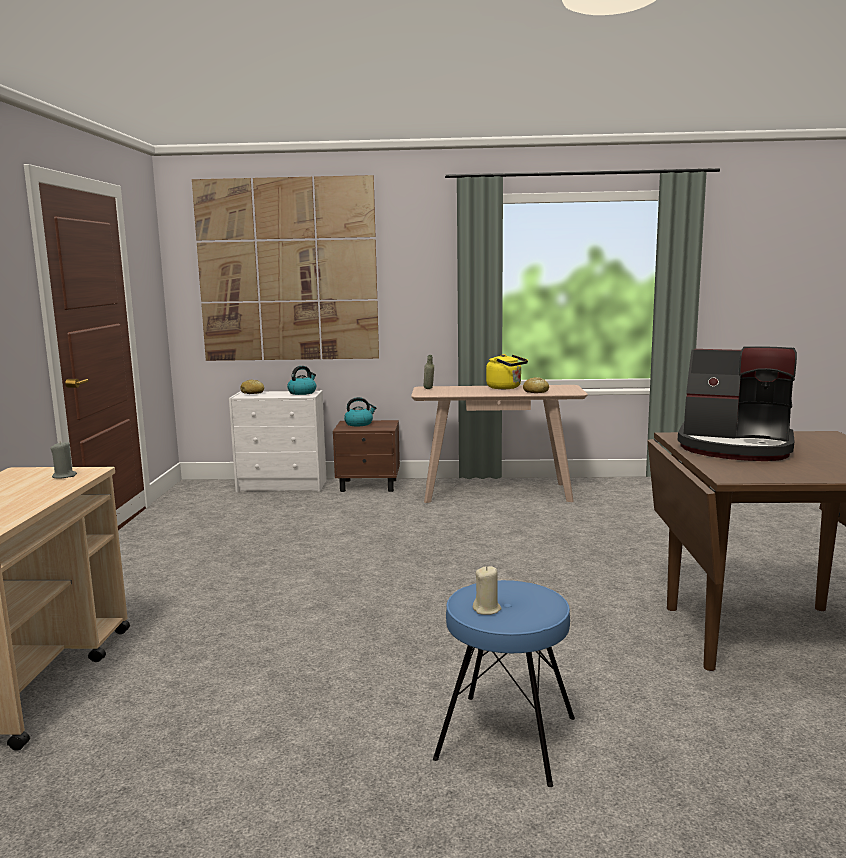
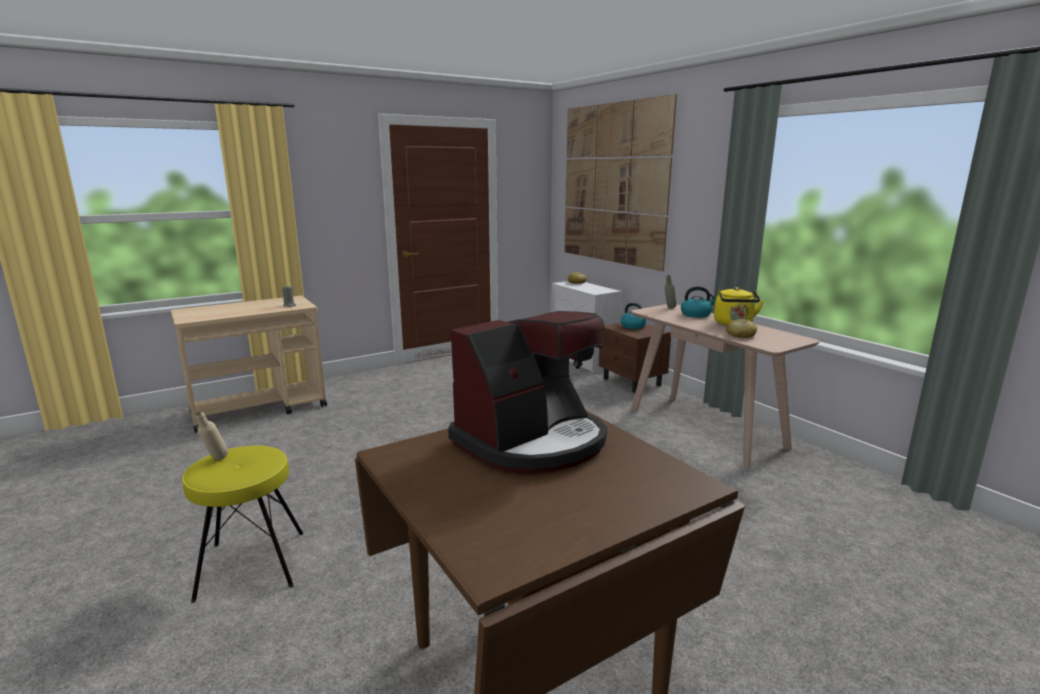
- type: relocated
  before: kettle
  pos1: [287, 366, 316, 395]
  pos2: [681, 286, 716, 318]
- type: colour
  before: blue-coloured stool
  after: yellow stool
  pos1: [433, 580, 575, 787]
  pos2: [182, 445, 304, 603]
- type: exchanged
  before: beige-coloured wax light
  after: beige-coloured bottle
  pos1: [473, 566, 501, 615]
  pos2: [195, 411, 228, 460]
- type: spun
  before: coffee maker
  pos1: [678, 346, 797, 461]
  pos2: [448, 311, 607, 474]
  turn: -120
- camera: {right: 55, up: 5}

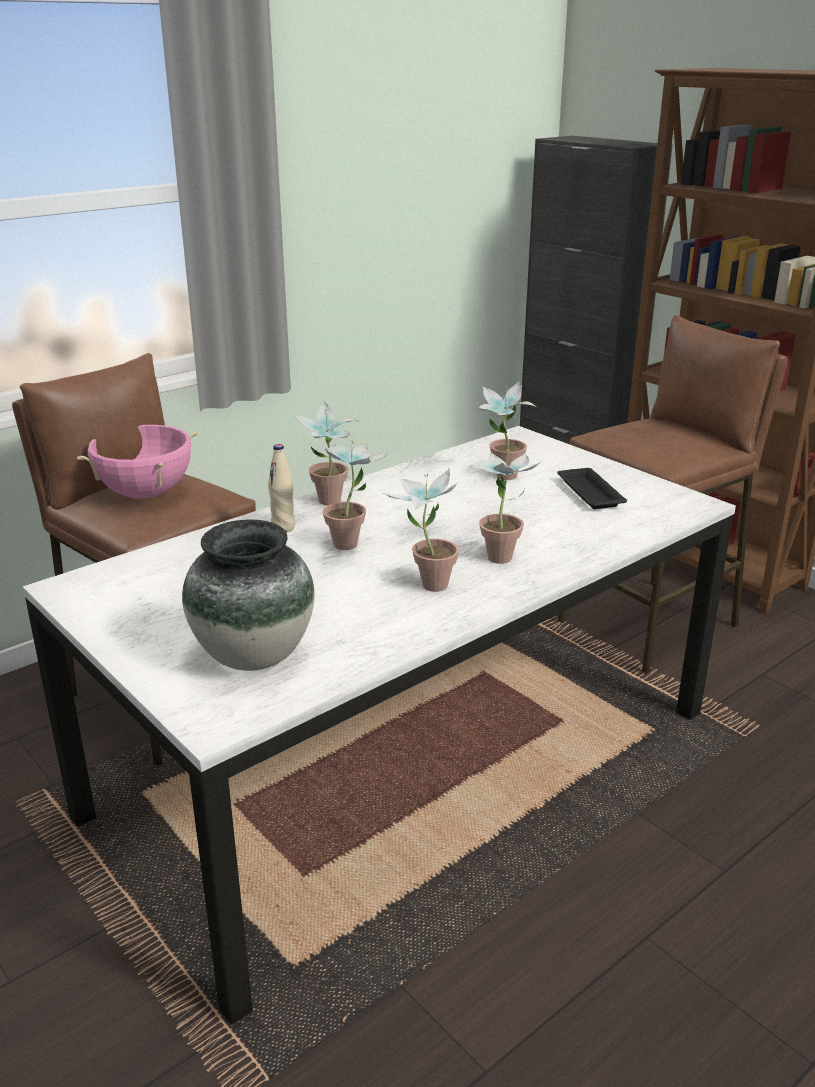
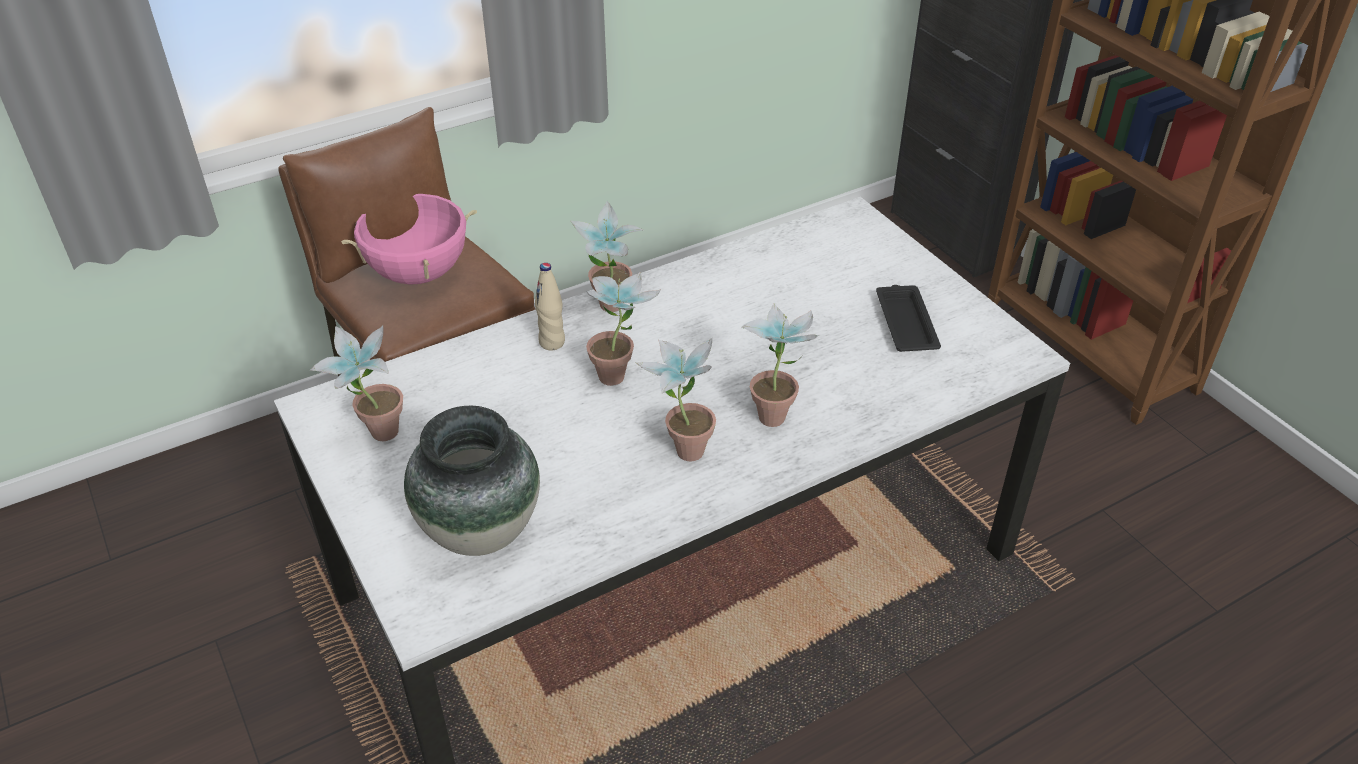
- type: relocated
  before: potted plant
  pos1: [479, 381, 536, 480]
  pos2: [310, 325, 403, 441]
- type: missing
  before: brown stool
  pos1: [558, 315, 788, 674]
- camera: {right: 10, up: 15}

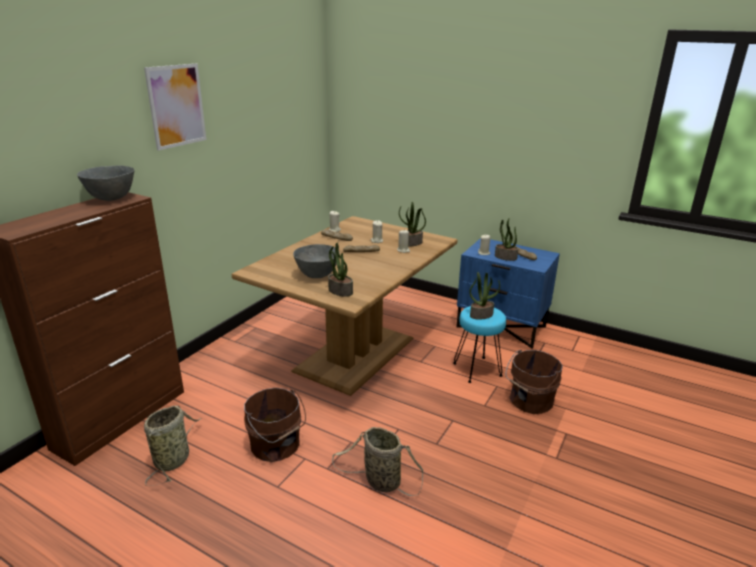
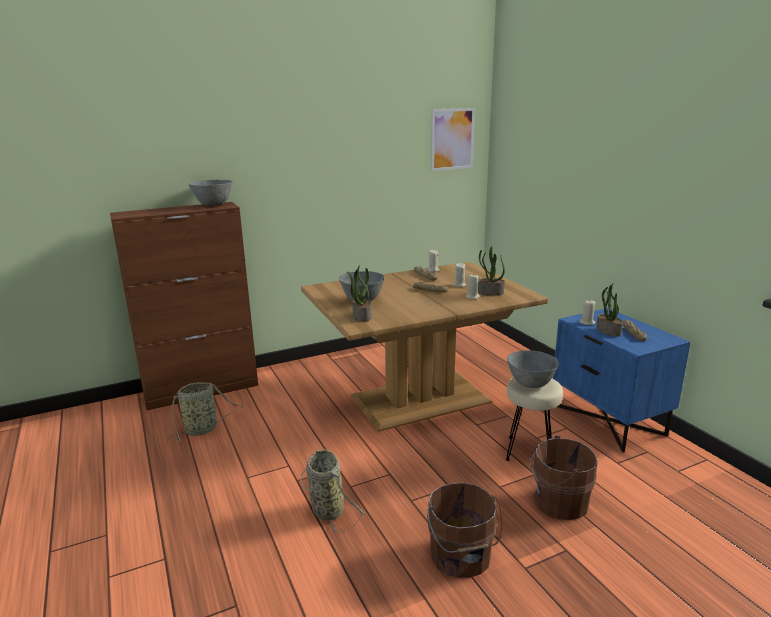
- type: relocated
  before: wall picture
  pos1: [144, 64, 206, 151]
  pos2: [431, 108, 475, 171]
- type: relocated
  before: brown water bucket
  pos1: [244, 388, 306, 462]
  pos2: [427, 483, 502, 578]
- type: colour
  before: turquoise-coloured stool
  after: beige-coloured stool
  pos1: [453, 306, 506, 383]
  pos2: [505, 377, 563, 461]
- type: exchanged
  before: potted plant
  after: gray serving bowl
  pos1: [469, 272, 500, 320]
  pos2: [507, 350, 559, 388]
- camera: {right: 35, up: -5}

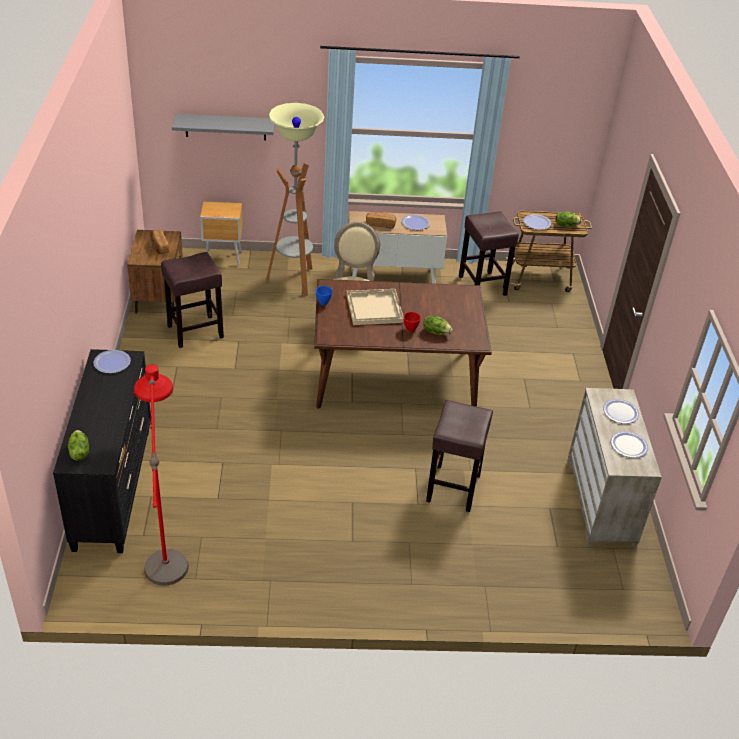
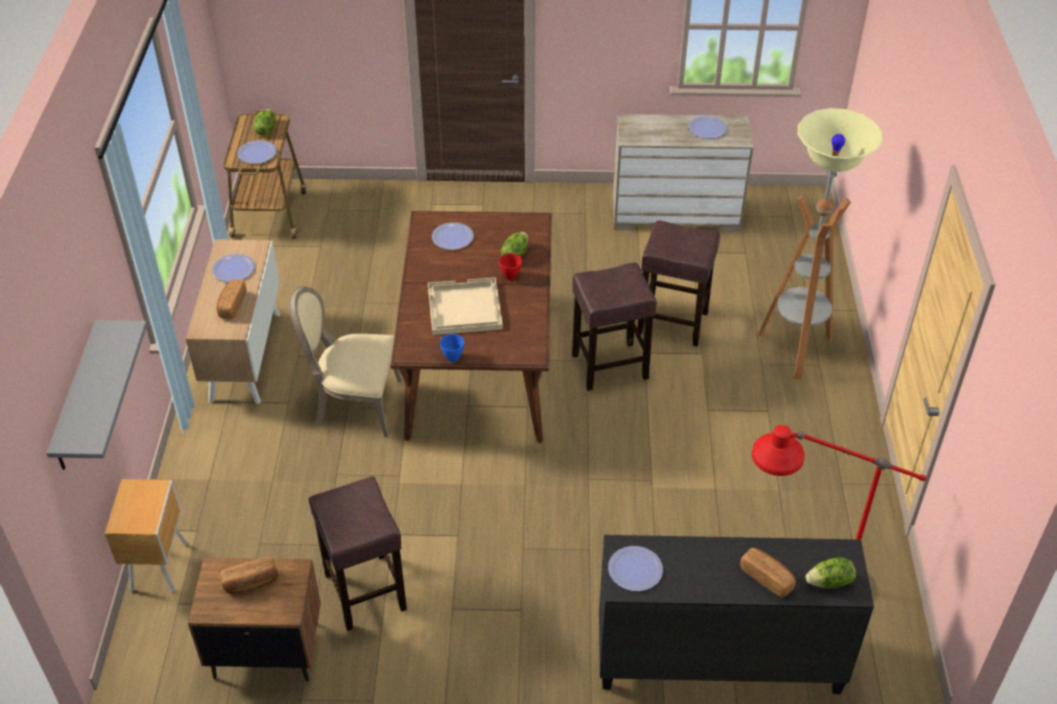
- type: relocated
  before: floor lamp
  pos1: [266, 103, 324, 297]
  pos2: [758, 108, 883, 380]
- type: relocated
  before: brown stool
  pos1: [459, 211, 519, 296]
  pos2: [572, 262, 657, 391]
- type: relocated
  before: dinner plate
  pos1: [603, 399, 639, 424]
  pos2: [432, 222, 474, 250]
- type: appeared
  after: bread
  pos2: [740, 548, 796, 598]
- camera: {right: -85, up: 5}

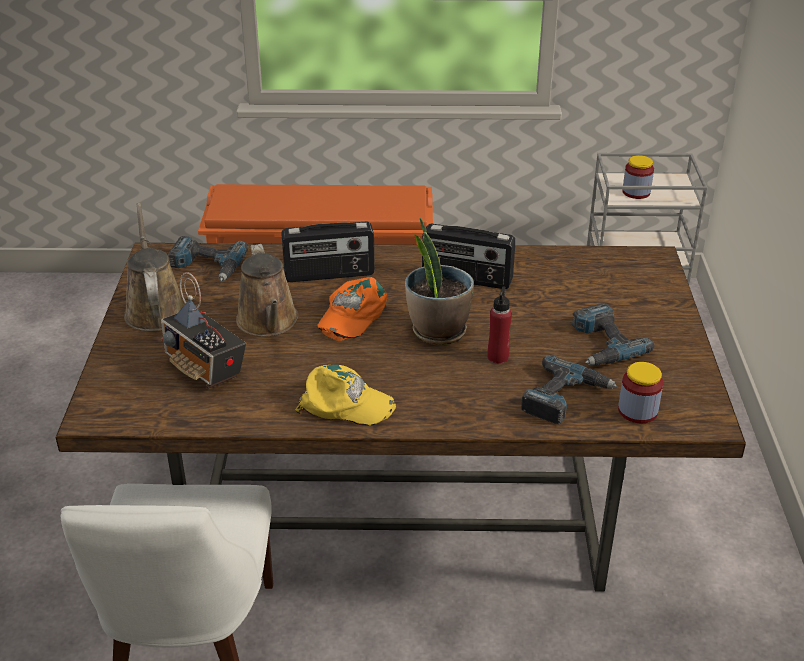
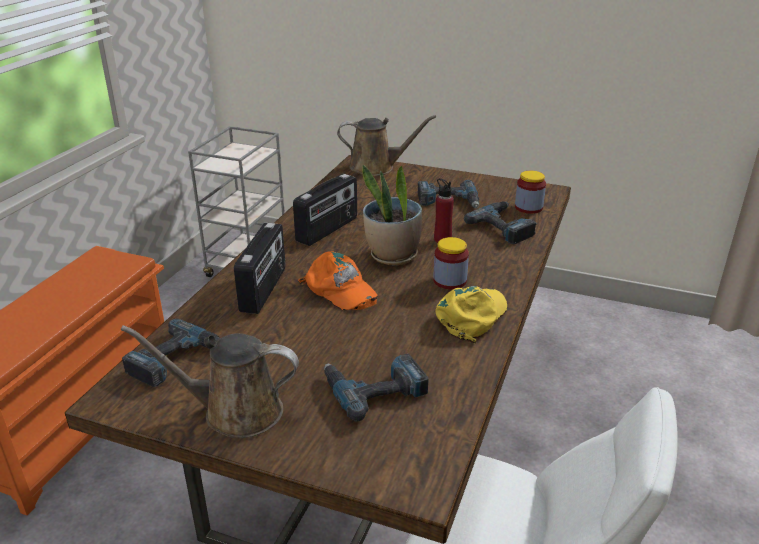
- type: exchanged
  before: radio
  after: electric drill
  pos1: [161, 272, 246, 389]
  pos2: [324, 354, 429, 421]
- type: relocated
  before: brown watering can
  pos1: [236, 244, 298, 337]
  pos2: [337, 115, 436, 176]
- type: relocated
  before: preserve jar
  pos1: [622, 155, 654, 199]
  pos2: [433, 237, 469, 289]
- camera: {right: -70, up: -5}

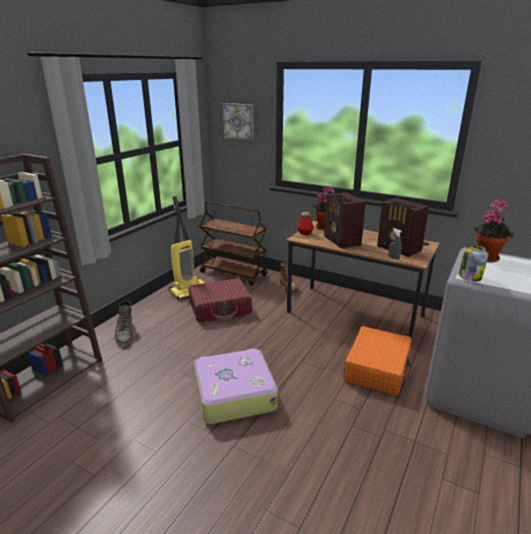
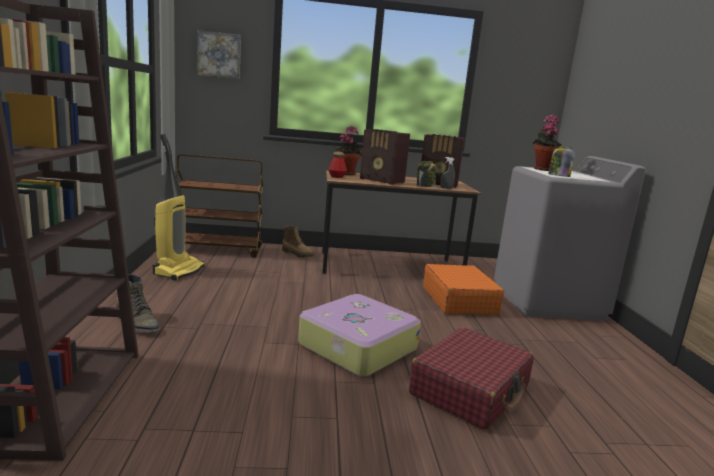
- type: relocated
  before: red suitcase
  pos1: [188, 278, 252, 322]
  pos2: [409, 328, 534, 430]
- type: appeared
  after: preserve jar
  pos2: [417, 161, 436, 187]
- camera: {right: -35, up: -10}

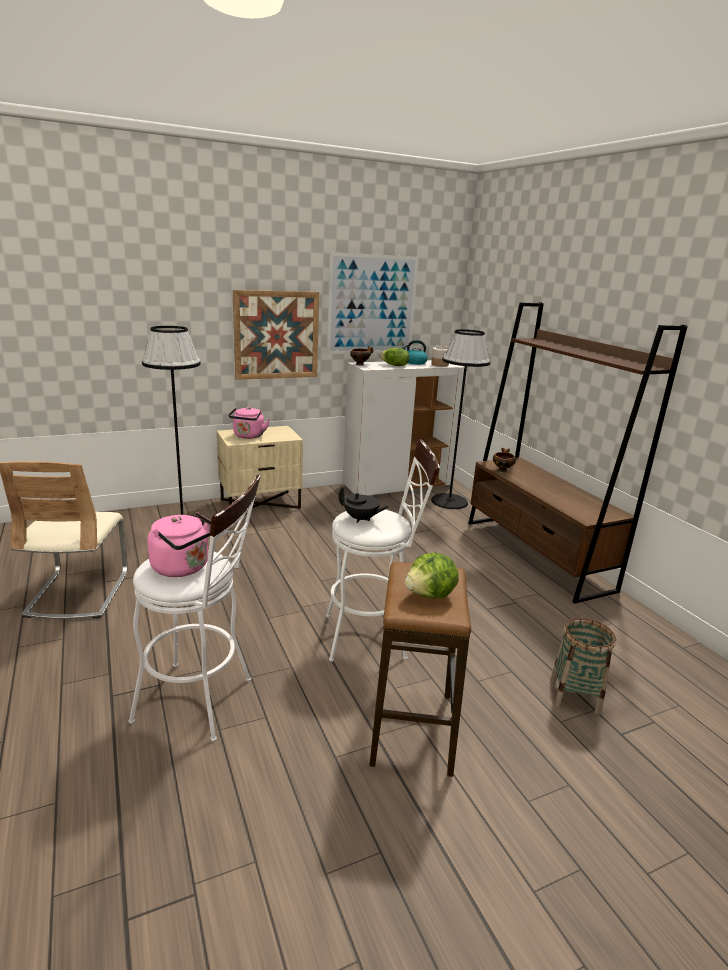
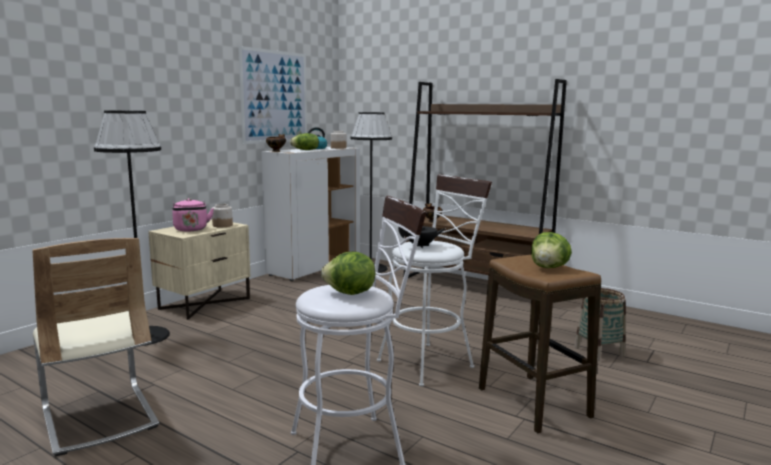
- type: exchanged
  before: pink-coloured kettle
  after: lettuce
  pos1: [147, 512, 211, 577]
  pos2: [321, 252, 376, 295]
- type: missing
  before: wall picture
  pos1: [233, 290, 319, 380]
- type: appeared
  after: preserve jar
  pos2: [212, 204, 233, 227]
- camera: {right: -30, up: -10}

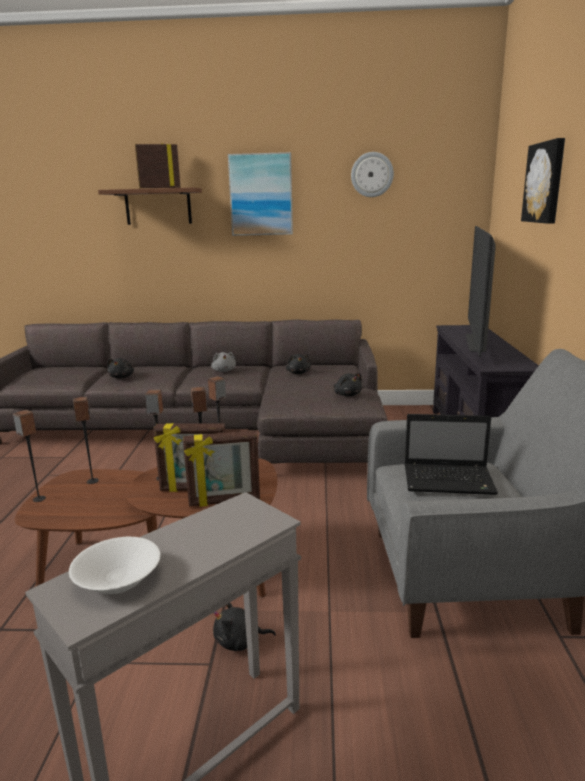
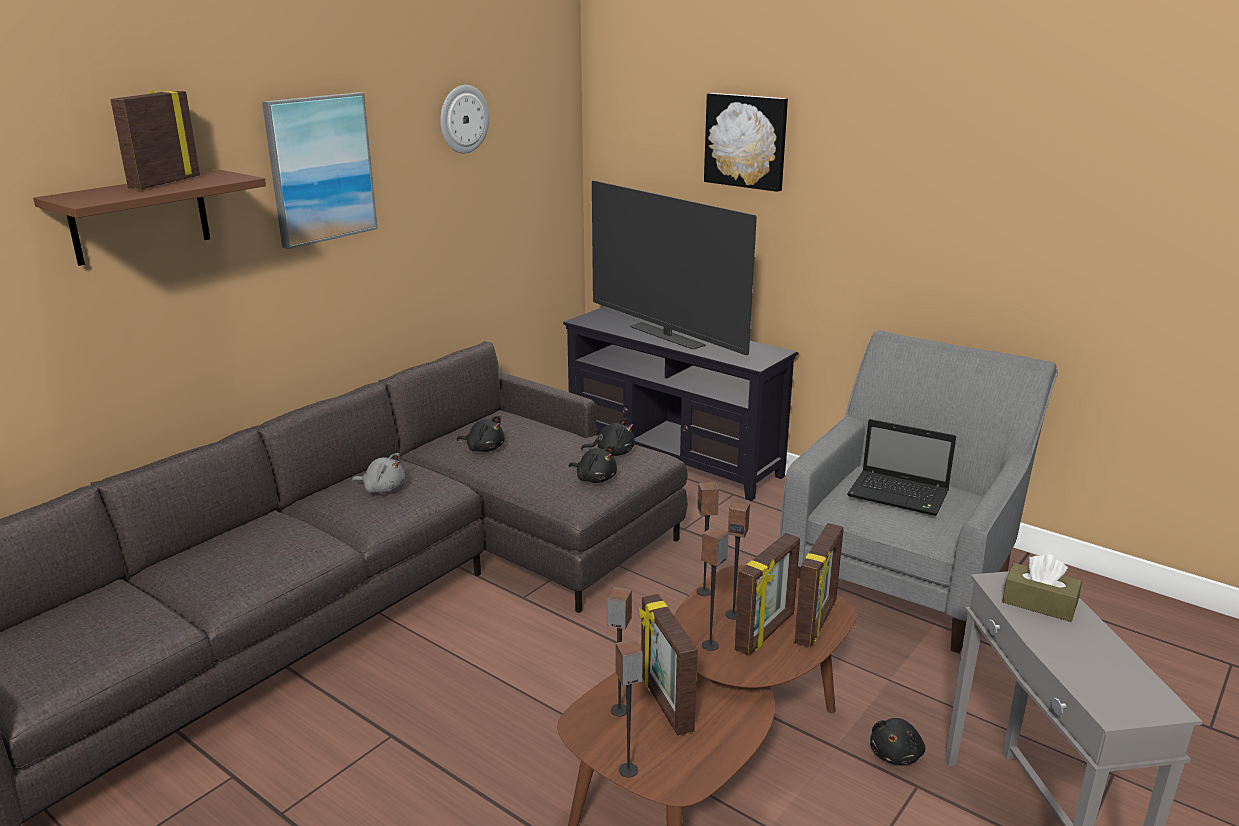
- type: missing
  before: white serving bowl
  pos1: [69, 537, 160, 594]
- type: relocated
  before: blackish cuddly toy
  pos1: [107, 358, 134, 378]
  pos2: [568, 446, 617, 483]
- type: spun
  before: notebook computer
  pos1: [405, 414, 498, 495]
  pos2: [847, 419, 956, 516]
  turn: 75
- type: appeared
  after: standing frame
  pos2: [639, 594, 698, 736]
- type: appeared
  after: brown box of tissues
  pos2: [1002, 554, 1082, 622]
- camera: {right: -55, up: 5}

